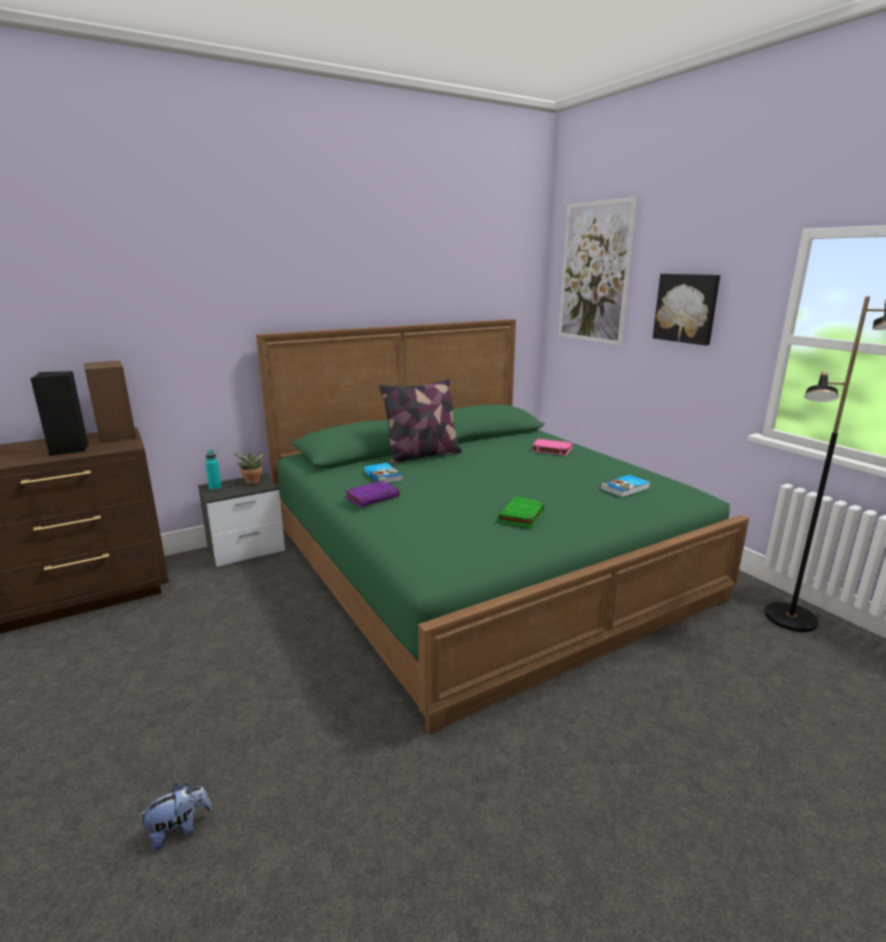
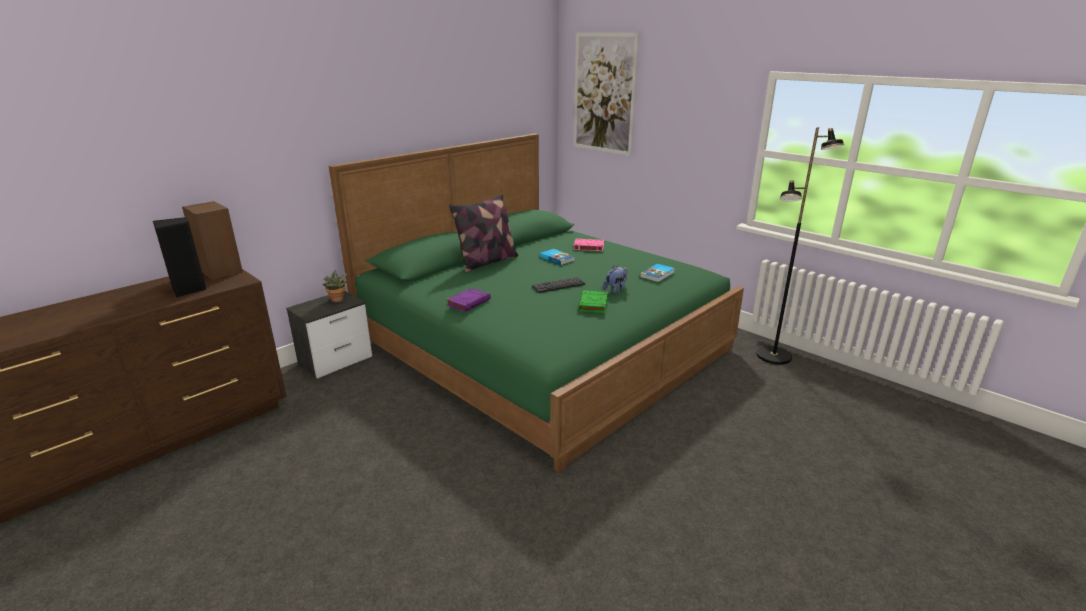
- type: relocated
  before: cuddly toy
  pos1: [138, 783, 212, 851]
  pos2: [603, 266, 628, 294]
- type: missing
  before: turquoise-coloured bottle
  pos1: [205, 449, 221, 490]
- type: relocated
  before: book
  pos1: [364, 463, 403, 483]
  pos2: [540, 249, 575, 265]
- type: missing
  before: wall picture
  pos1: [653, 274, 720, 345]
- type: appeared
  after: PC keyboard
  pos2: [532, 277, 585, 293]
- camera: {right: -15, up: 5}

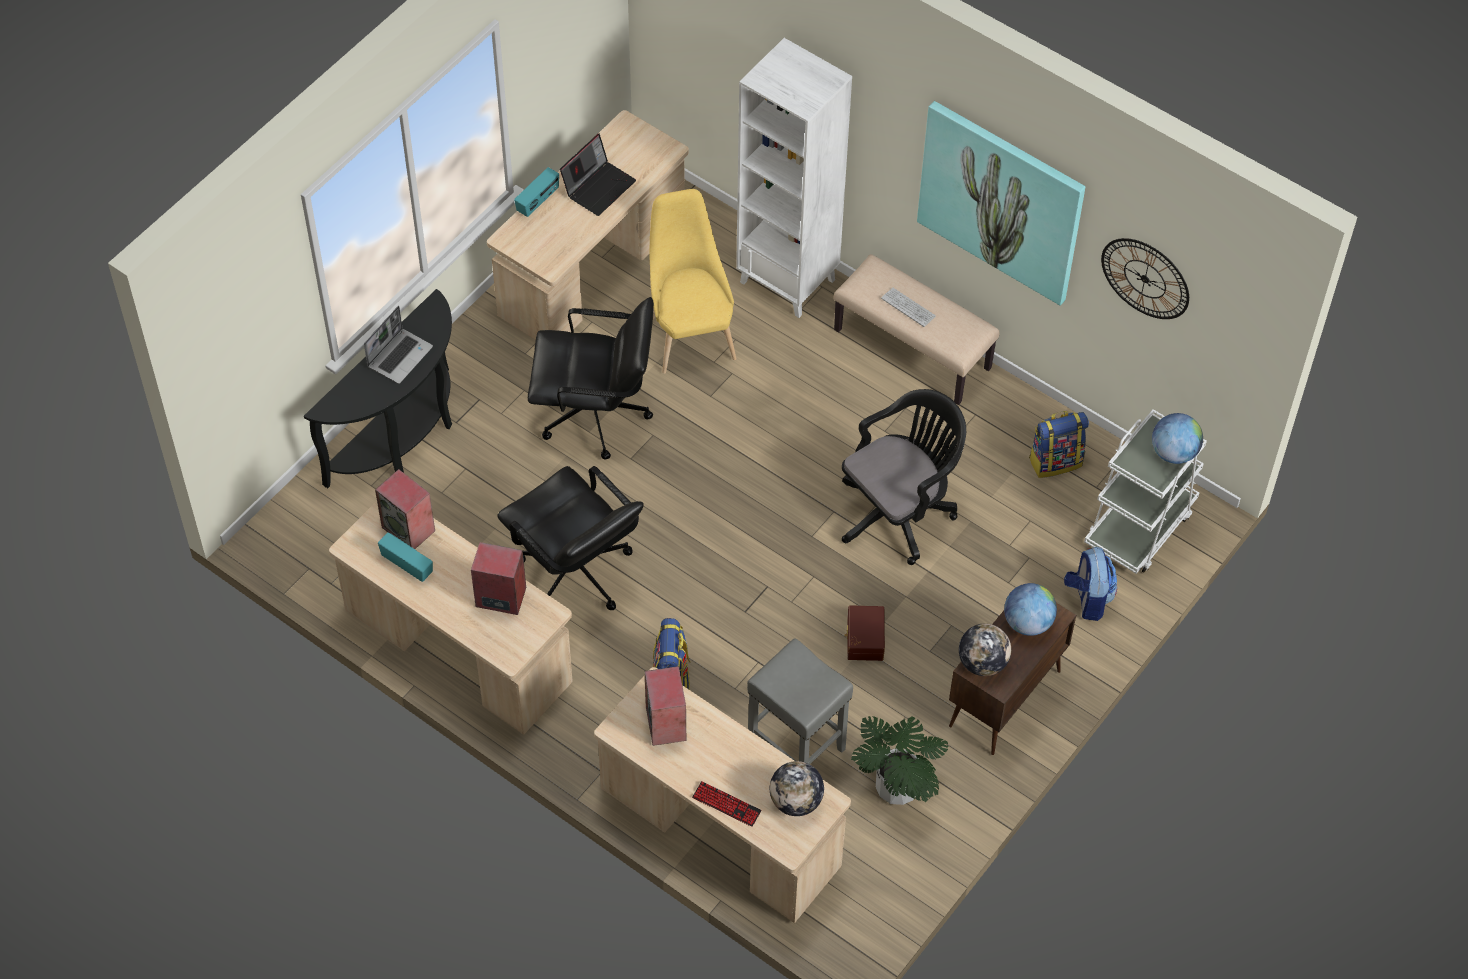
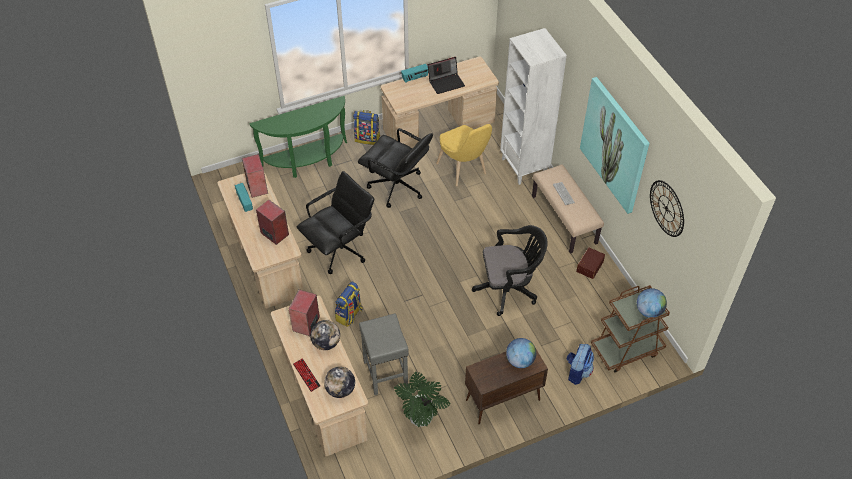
- type: colour
  before: blackish hall table
  after: green hall table
  pos1: [304, 289, 452, 488]
  pos2: [249, 96, 347, 178]
- type: missing
  before: notebook computer
  pos1: [364, 306, 433, 384]
- type: spun
  before: blackish office chair
  pos1: [497, 466, 644, 610]
  pos2: [297, 171, 374, 274]
  turn: -120
- type: spun
  before: yellow chair
  pos1: [649, 189, 736, 374]
  pos2: [436, 124, 492, 186]
  turn: 135
- type: relocated
  before: brown storage container
  pos1: [844, 605, 885, 661]
  pos2: [576, 247, 605, 279]
- type: relocated
  before: desk globe
  pos1: [959, 624, 1011, 676]
  pos2: [310, 320, 340, 350]
- type: relocated
  before: rucksack
  pos1: [1029, 411, 1089, 478]
  pos2: [353, 110, 380, 145]
- type: colour
  before: white wheeled cart
  after: brown wheeled cart
  pos1: [1084, 409, 1207, 574]
  pos2: [591, 285, 670, 372]
- camera: {right: 30, up: -5}

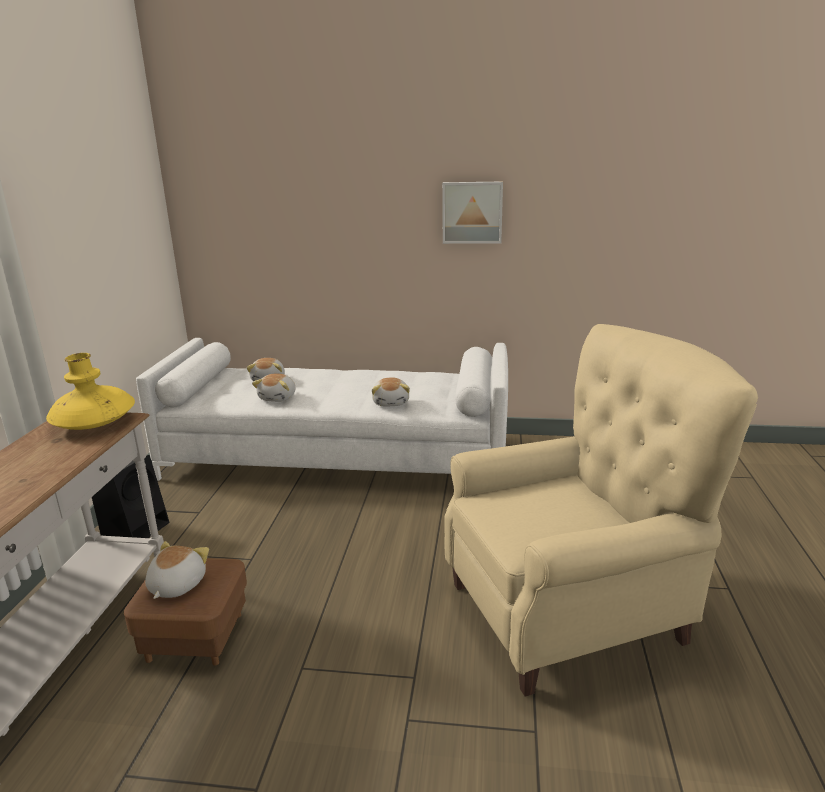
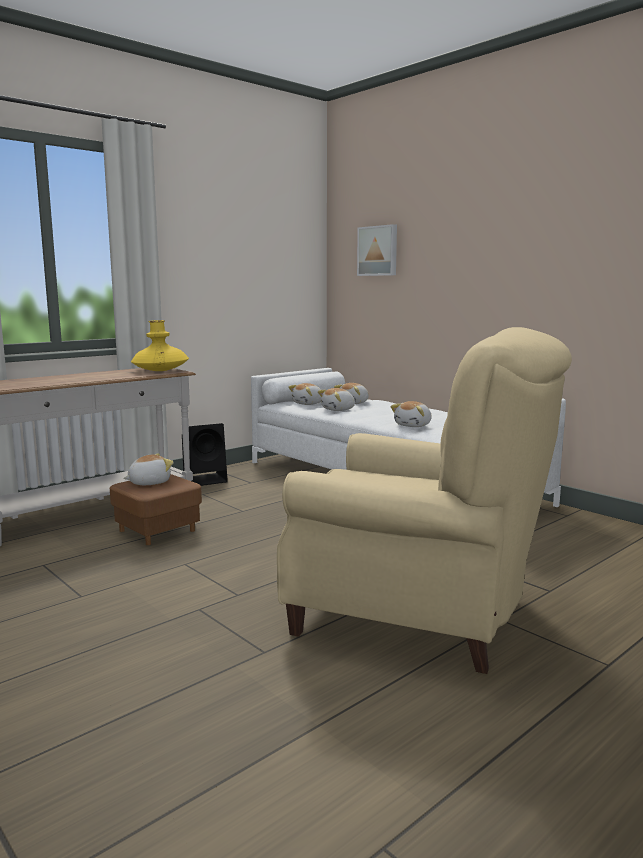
- type: relocated
  before: wall picture
  pos1: [442, 181, 503, 244]
  pos2: [357, 224, 397, 276]
- type: appeared
  after: cuddly toy
  pos2: [288, 383, 322, 405]
- camera: {right: 40, up: -10}

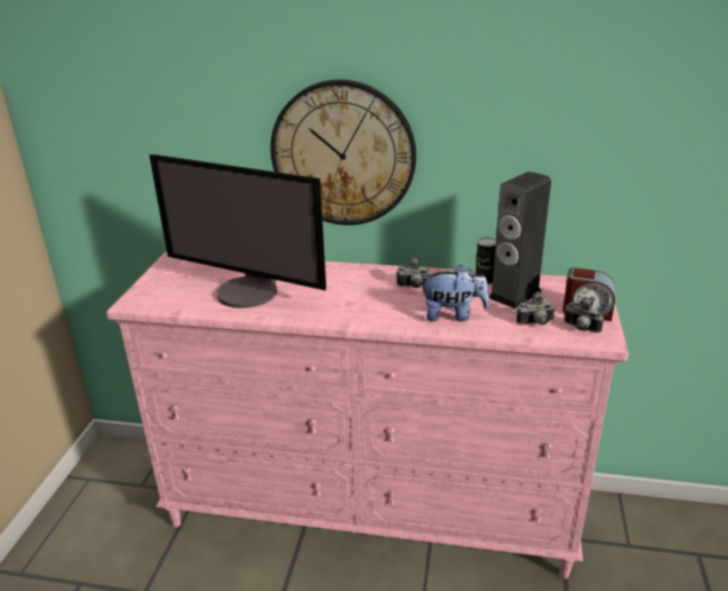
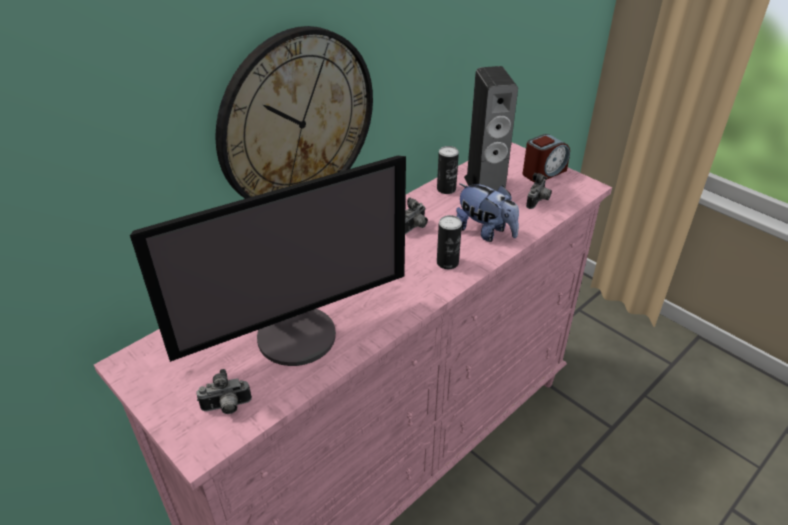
- type: spun
  before: cuddly toy
  pos1: [420, 265, 489, 322]
  pos2: [456, 183, 519, 242]
  turn: 90
- type: relocated
  before: photo camera
  pos1: [564, 297, 604, 333]
  pos2: [196, 369, 252, 414]
- type: appeared
  after: sealed can
  pos2: [437, 215, 462, 269]
- camera: {right: -55, up: 10}

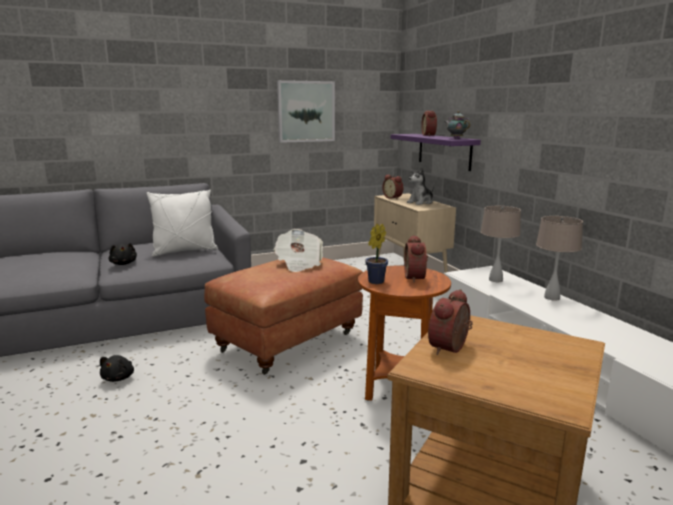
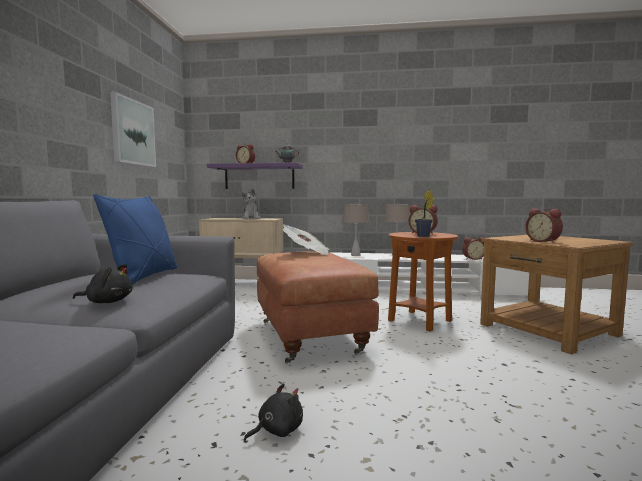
- type: spun
  before: blackish cuddly toy
  pos1: [100, 355, 134, 382]
  pos2: [244, 383, 303, 441]
  turn: -75
- type: colour
  before: white cushion
  after: blue-coloured cushion
  pos1: [147, 190, 218, 257]
  pos2: [93, 194, 177, 285]
- type: relocated
  before: alarm clock
  pos1: [382, 174, 403, 199]
  pos2: [462, 237, 484, 260]
- camera: {right: -60, up: -10}

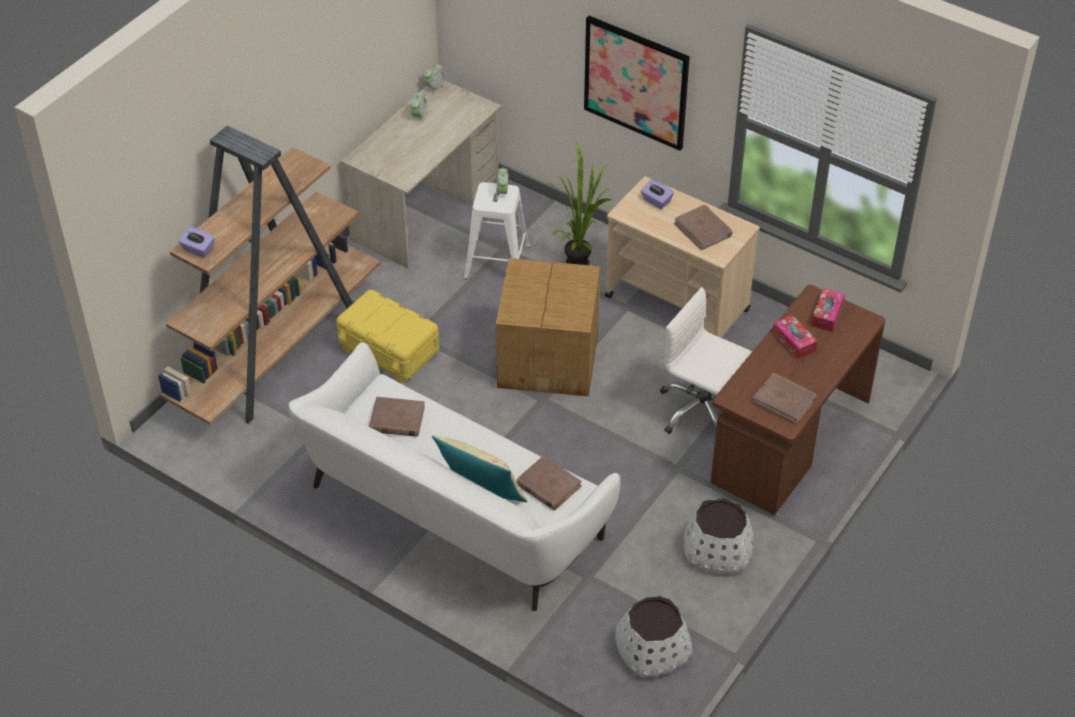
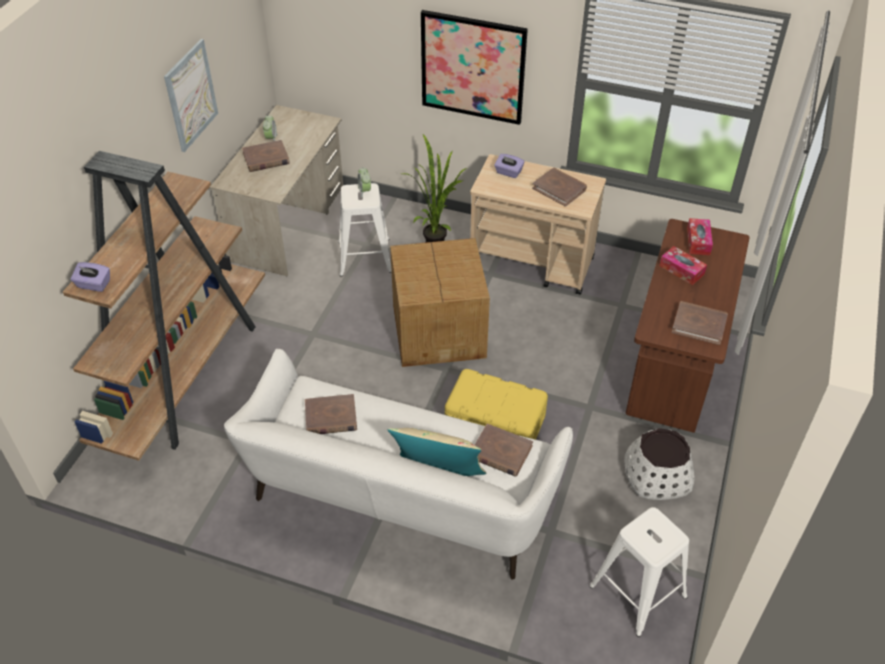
- type: relocated
  before: yellow storage container
  pos1: [336, 290, 439, 383]
  pos2: [445, 369, 548, 440]
- type: missing
  before: alarm clock
  pos1: [424, 63, 445, 94]
- type: exchanged
  before: white flower pot
  after: white stool
  pos1: [615, 596, 692, 677]
  pos2: [589, 507, 689, 637]
- type: missing
  before: white office chair
  pos1: [660, 287, 752, 434]
- type: appeared
  after: wall picture
  pos2: [164, 39, 218, 152]
- type: appeared
  after: brown book
  pos2: [242, 140, 290, 172]
- camera: {right: -15, up: 0}

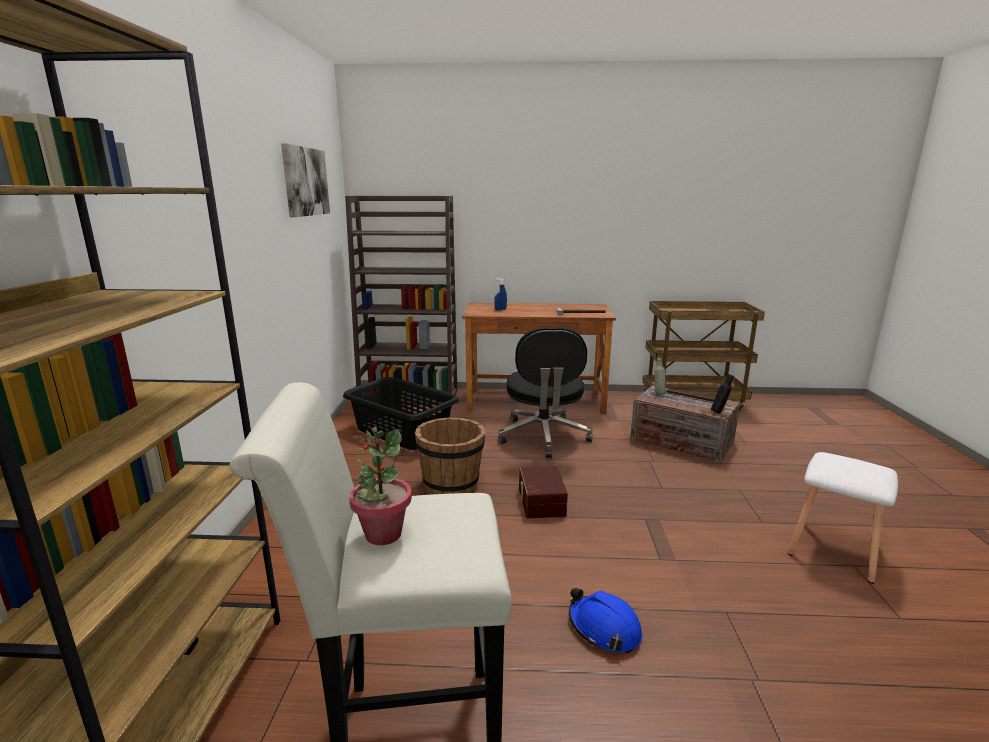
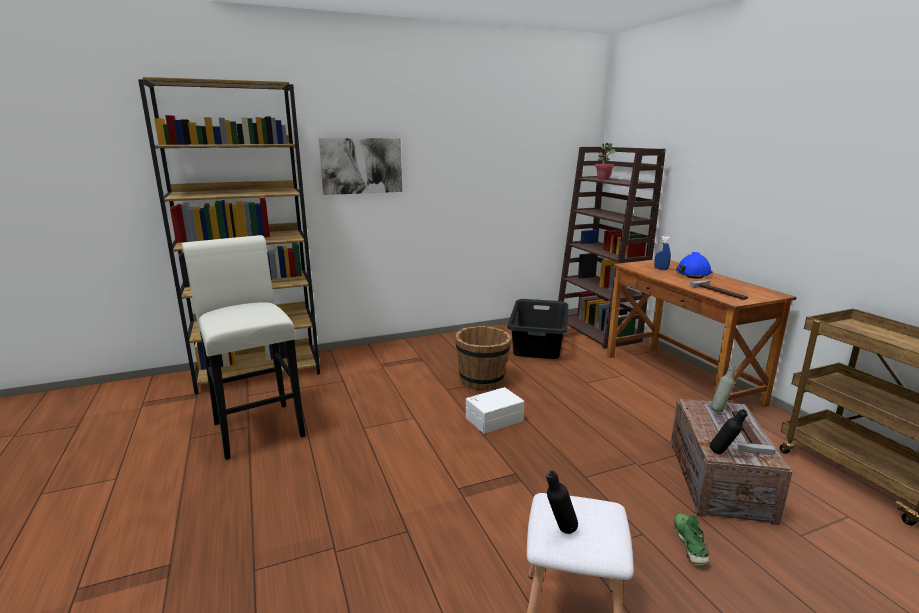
- type: relocated
  before: wall picture
  pos1: [281, 143, 330, 217]
  pos2: [319, 138, 402, 195]
- type: relocated
  before: potted plant
  pos1: [349, 427, 412, 545]
  pos2: [595, 143, 616, 180]
- type: missing
  before: blackish office chair
  pos1: [498, 327, 593, 458]
- type: colour
  before: brown storage container
  after: white storage container
  pos1: [519, 466, 568, 518]
  pos2: [466, 387, 524, 434]
- type: relocated
  before: blue-coloured work helmet
  pos1: [569, 588, 642, 653]
  pos2: [676, 252, 712, 279]
- type: appeared
  after: blackish bottle
  pos2: [546, 470, 578, 534]
- type: appeared
  after: green low shoe
  pos2: [674, 514, 710, 565]
- camera: {right: 65, up: 0}

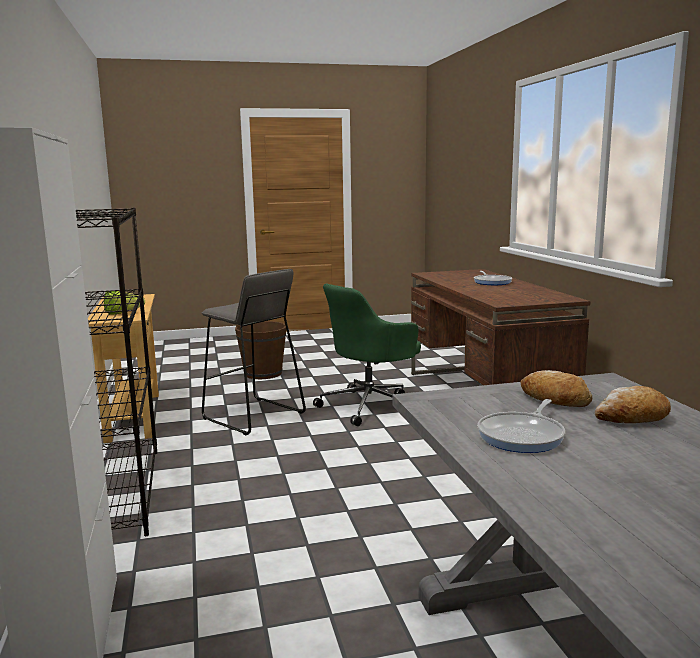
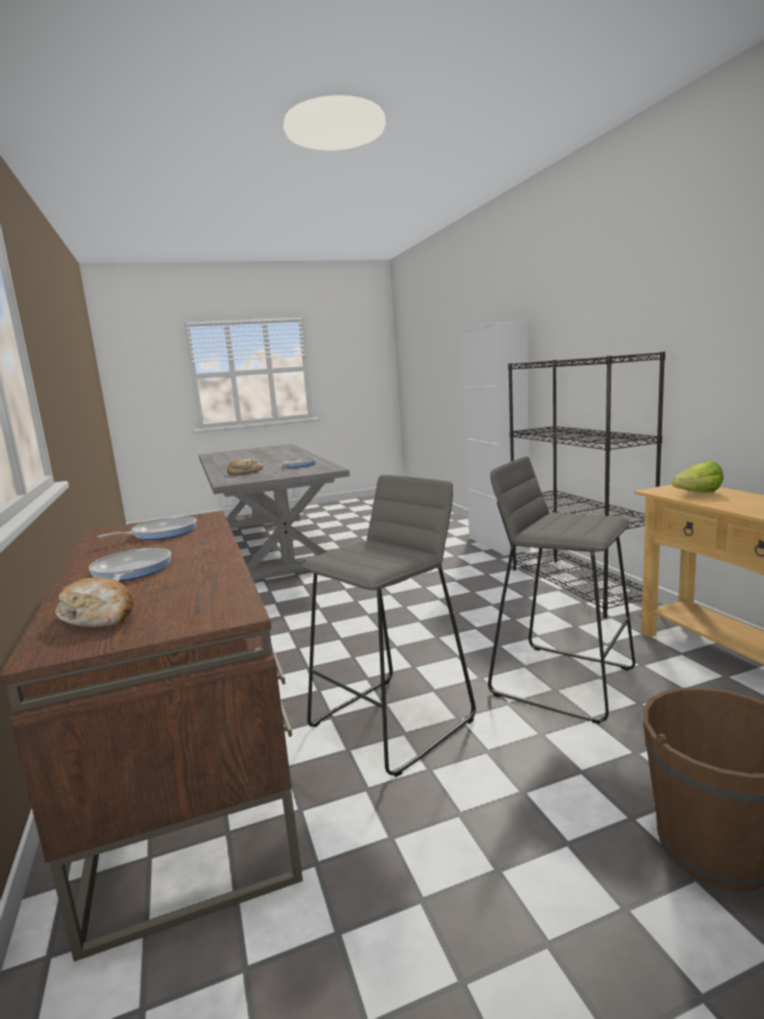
- type: exchanged
  before: green office chair
  after: gray stool
  pos1: [313, 284, 421, 426]
  pos2: [301, 475, 476, 777]
- type: relocated
  before: bread
  pos1: [521, 370, 592, 407]
  pos2: [55, 577, 133, 628]
- type: appeared
  after: skillet
  pos2: [98, 516, 197, 540]
- camera: {right: 175, up: 0}

